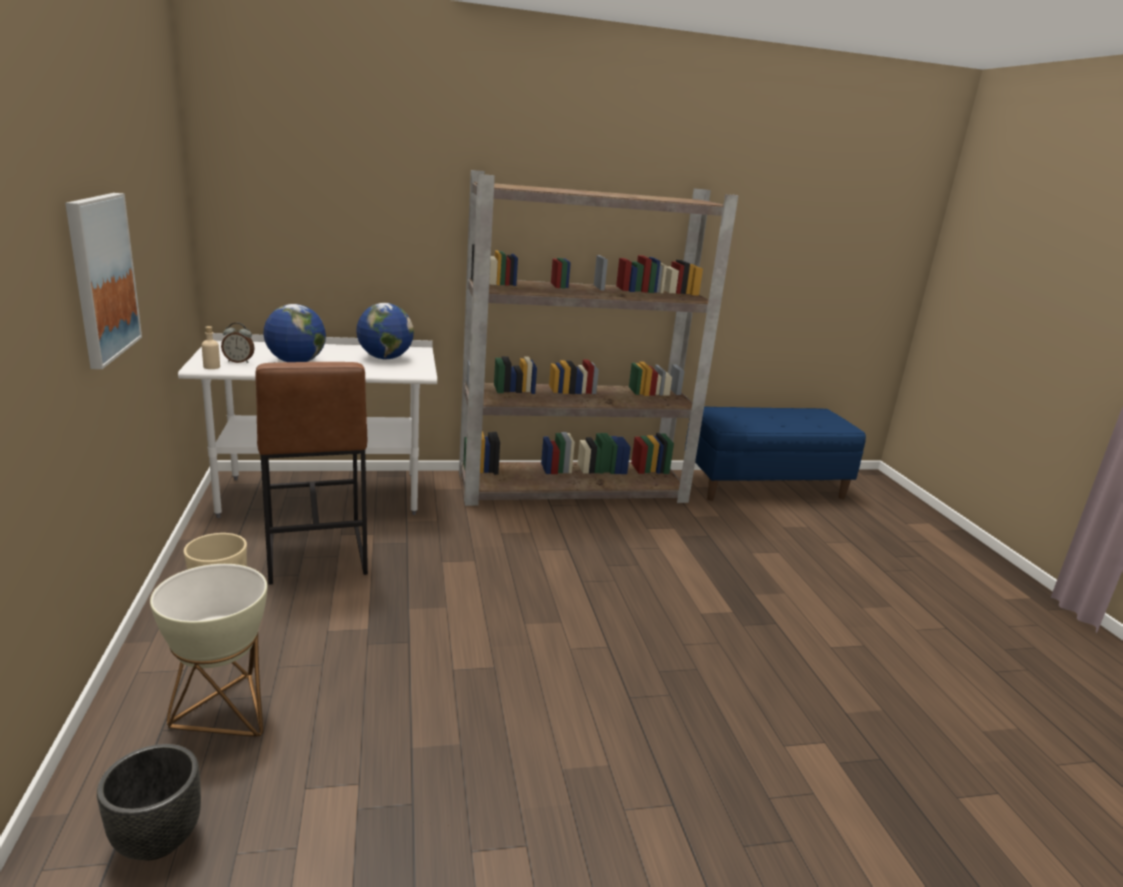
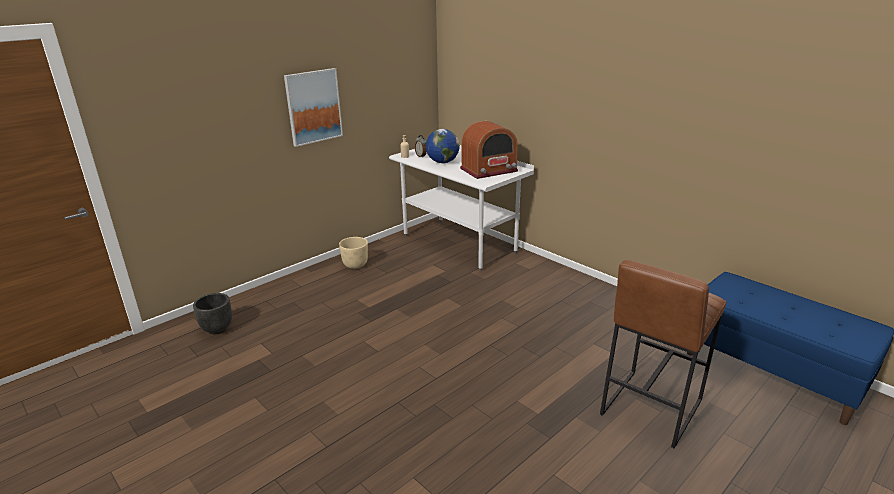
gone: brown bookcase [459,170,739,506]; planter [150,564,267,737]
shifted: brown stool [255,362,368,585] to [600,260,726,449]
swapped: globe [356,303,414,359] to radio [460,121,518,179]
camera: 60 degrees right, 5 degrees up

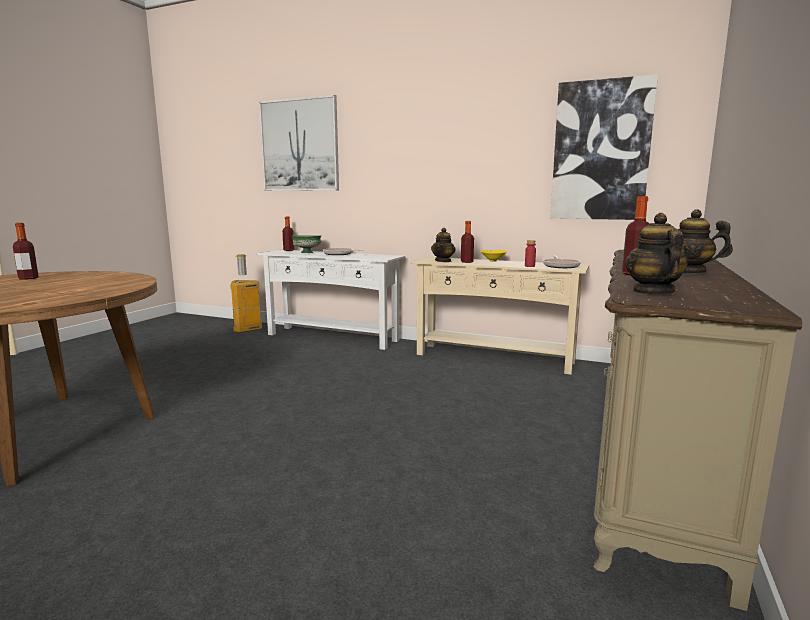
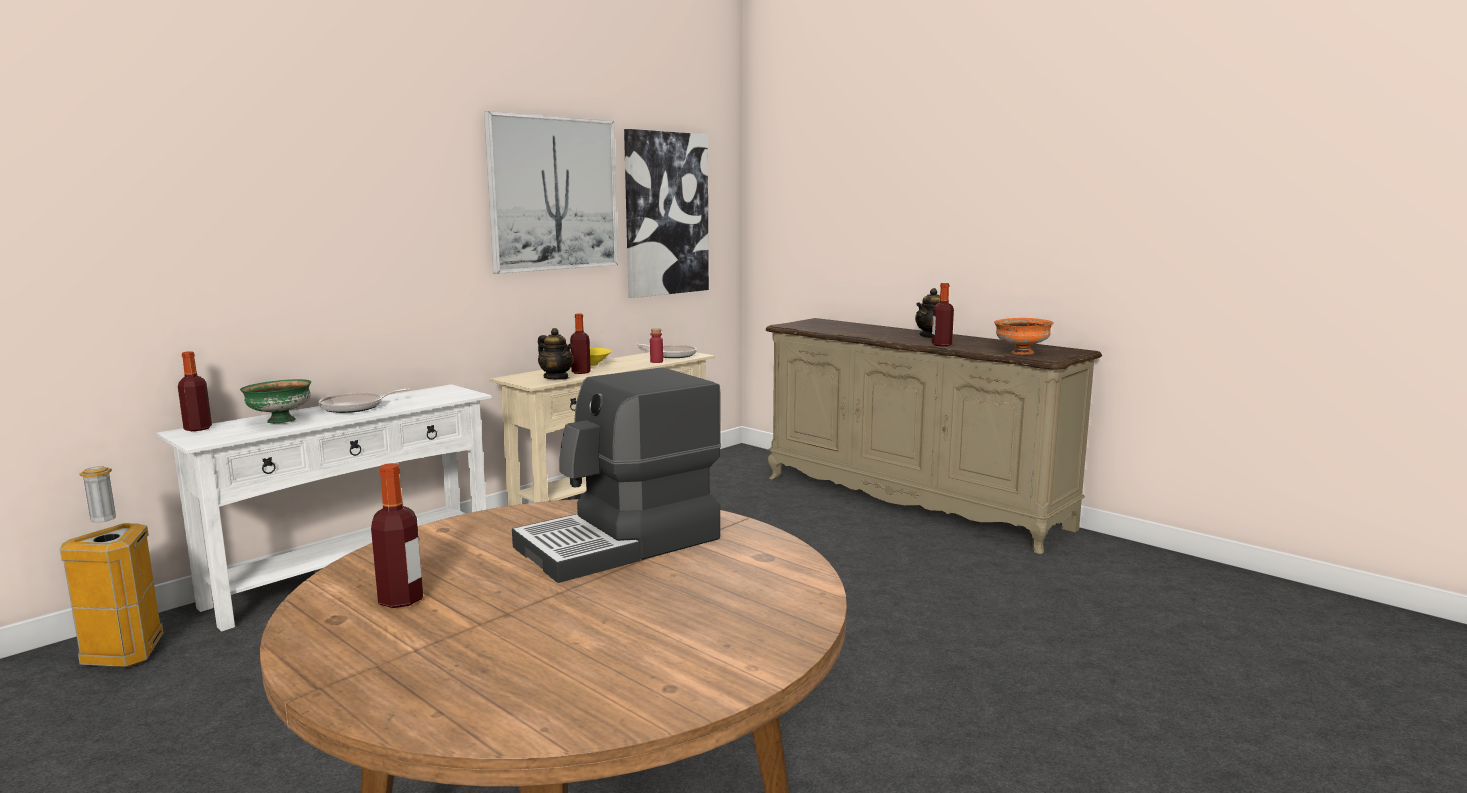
new: coffee machine [512,367,721,583]
shifted: picture [259,95,339,191] to [484,111,618,274]
swapped: teapot [625,213,688,295] to orange bowl [994,318,1054,355]
camera: 70 degrees left, 0 degrees up

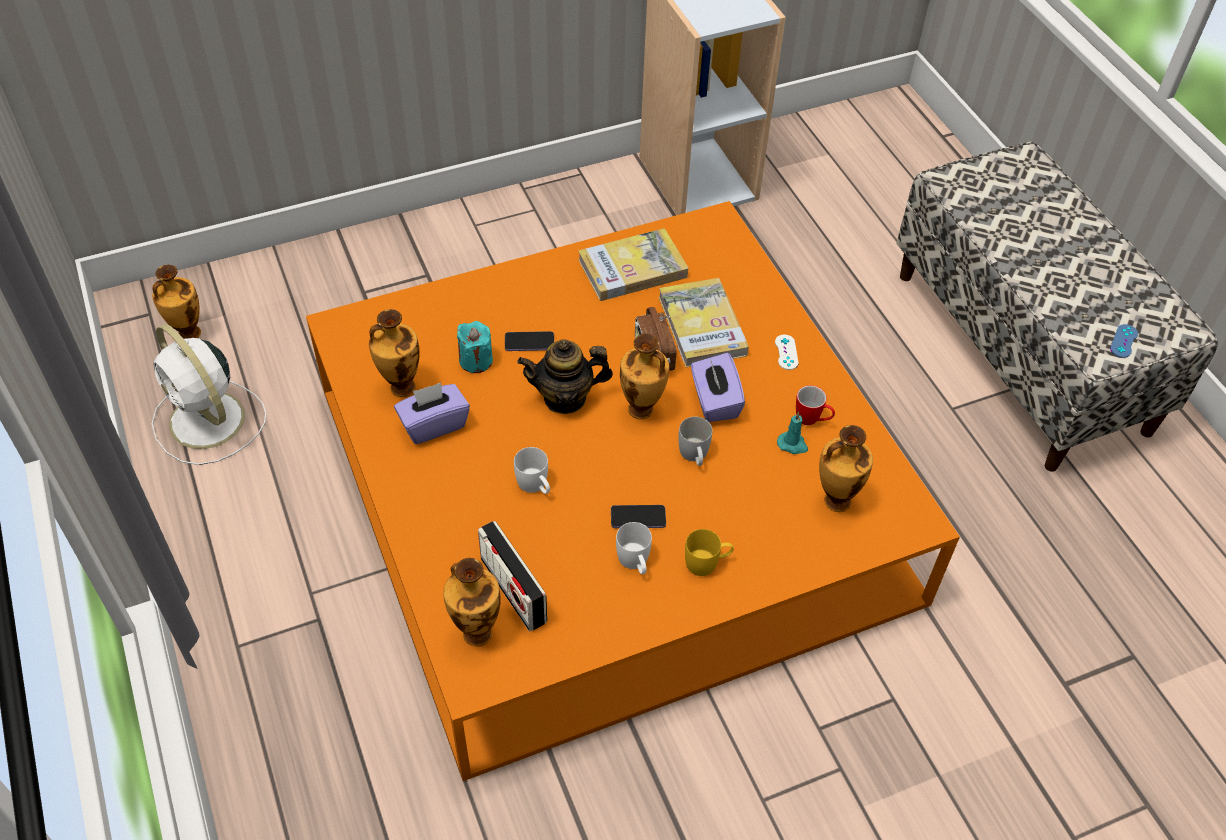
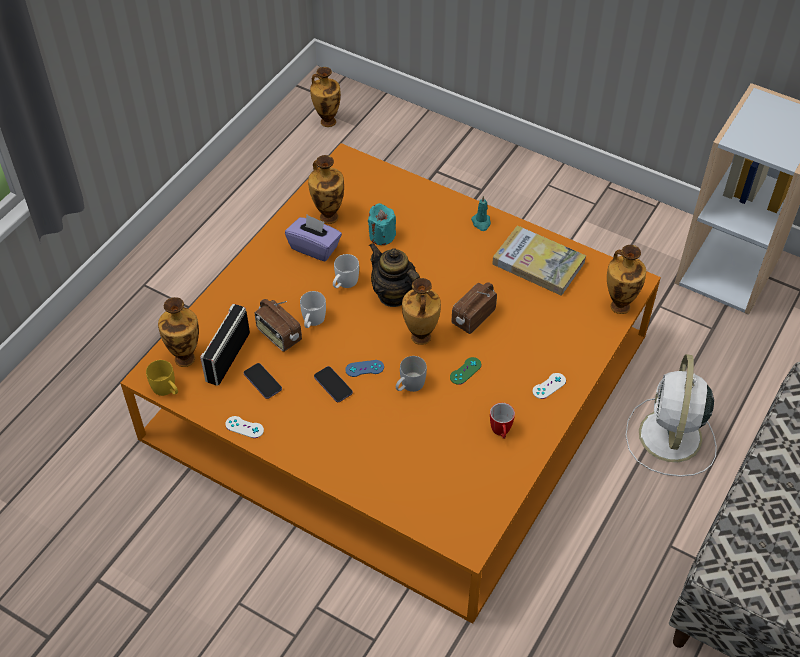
gone: book [659,278,749,367]
new: radio [255,299,302,352]; white game controller [225,416,264,438]
shifted: white fan [152,324,267,465] to [625,354,717,477]; blue game controller [1110,324,1138,358] to [345,360,384,377]; phone [505,331,554,351] to [244,363,282,399]; turquoise candle [777,412,808,454] to [471,196,491,231]; vase [819,425,873,512] to [607,245,646,314]; white mug [616,522,652,574] to [333,254,359,288]; yellow mug [685,529,734,576] to [146,360,178,396]
swapped: purple tissue box [691,353,745,422] to green game controller [450,357,482,385]
camera: 55 degrees right, 0 degrees up

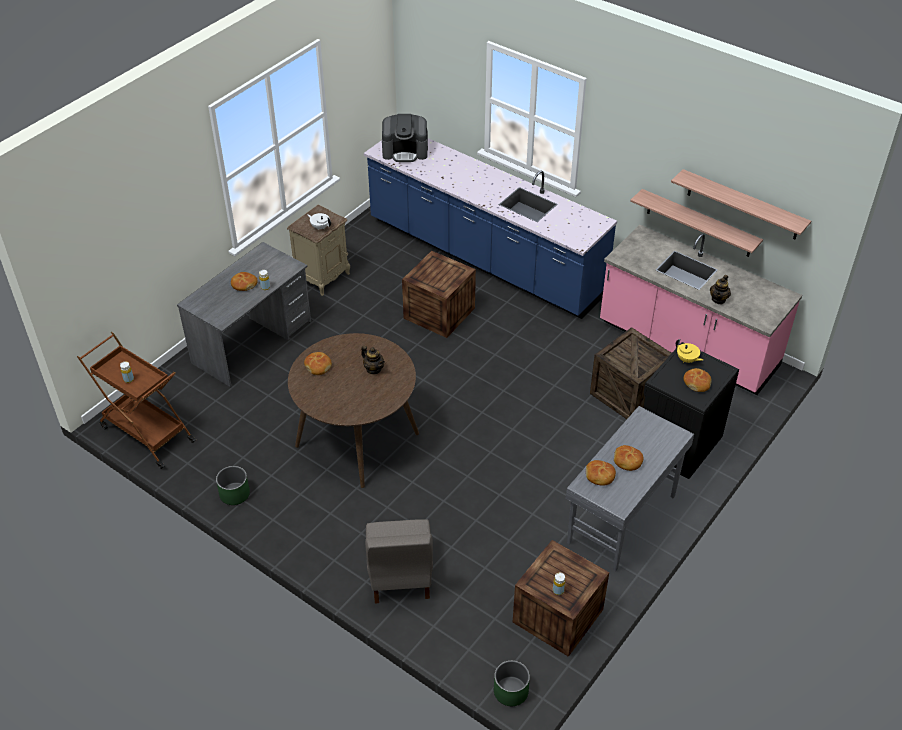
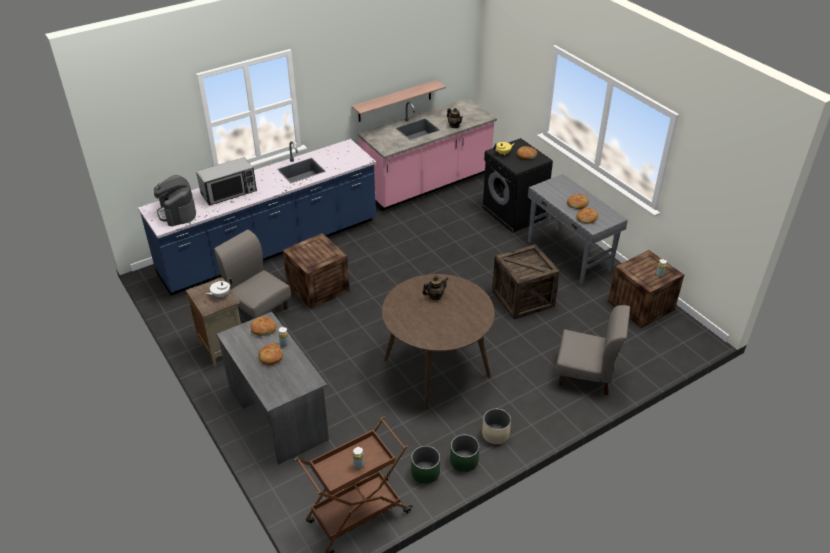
gone: shelf [671,169,811,239]
new: microwave [196,157,257,206]; grey chair [214,230,291,319]; beige planter [482,409,511,445]
shifted: crate [590,327,672,419] to [492,244,560,319]; bread [304,352,332,375] to [250,317,277,336]; green planter [494,661,530,706] to [411,446,440,484]
rotated: coffee machine [382,114,428,162] = [154,175,196,226] 135 degrees clockwise
camera: 70 degrees left, 5 degrees down

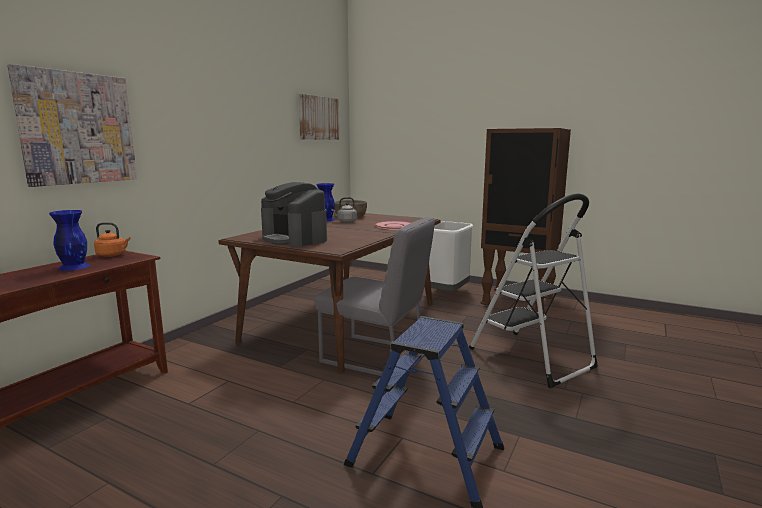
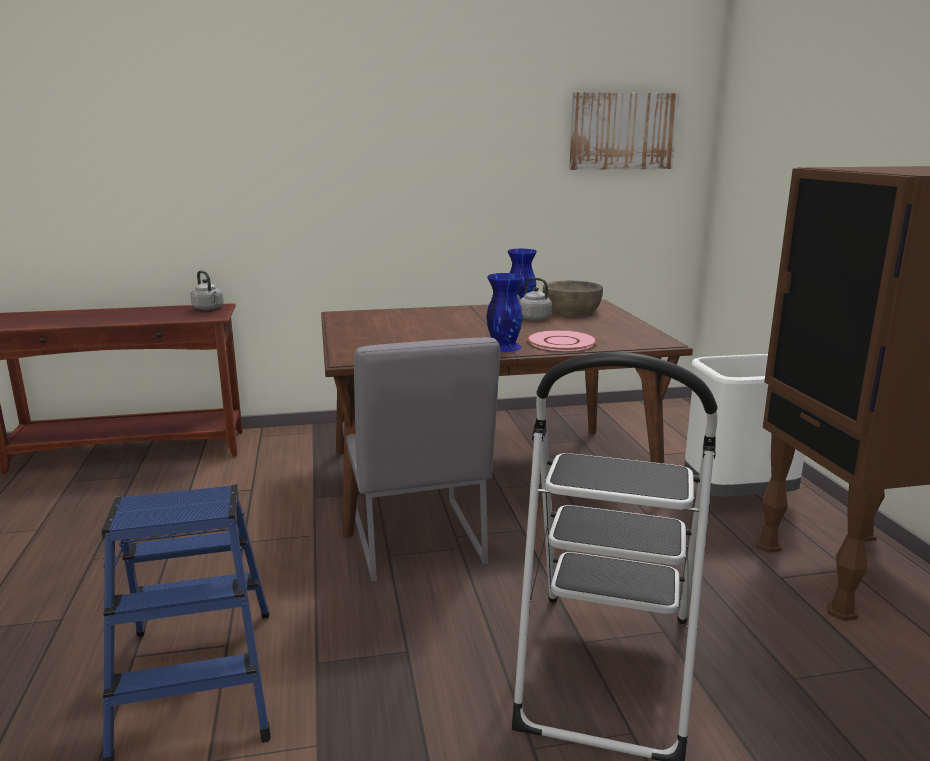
gone: picture [7,64,137,187]; coffee machine [261,182,327,247]
shifted: blue vase [49,210,90,271] to [486,273,523,352]
repainted: orange kettle [94,222,130,257] to grey kettle [191,270,223,310]
camera: 50 degrees right, 5 degrees up

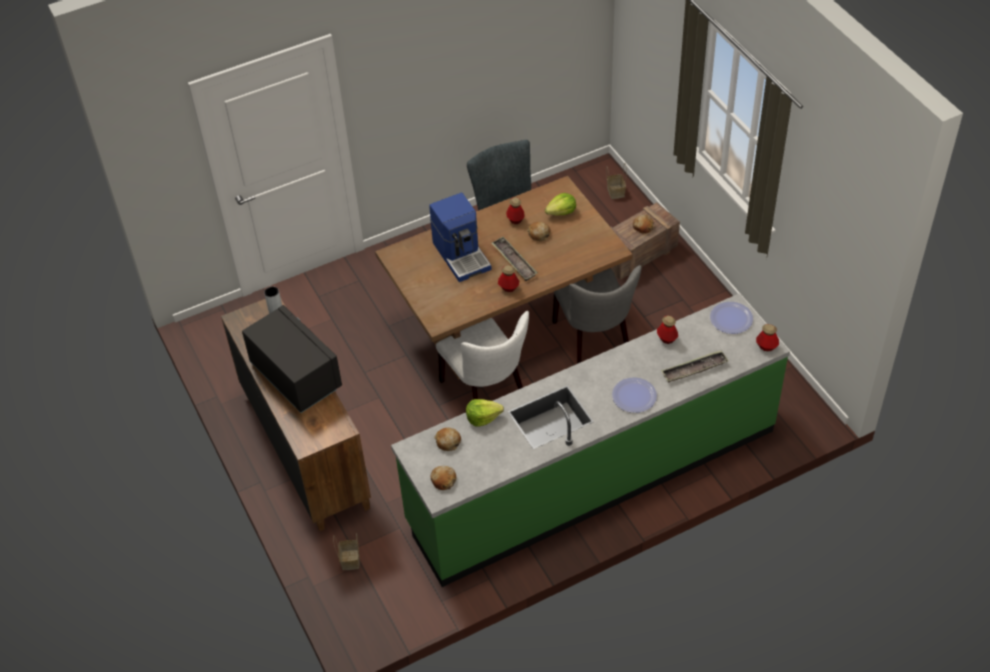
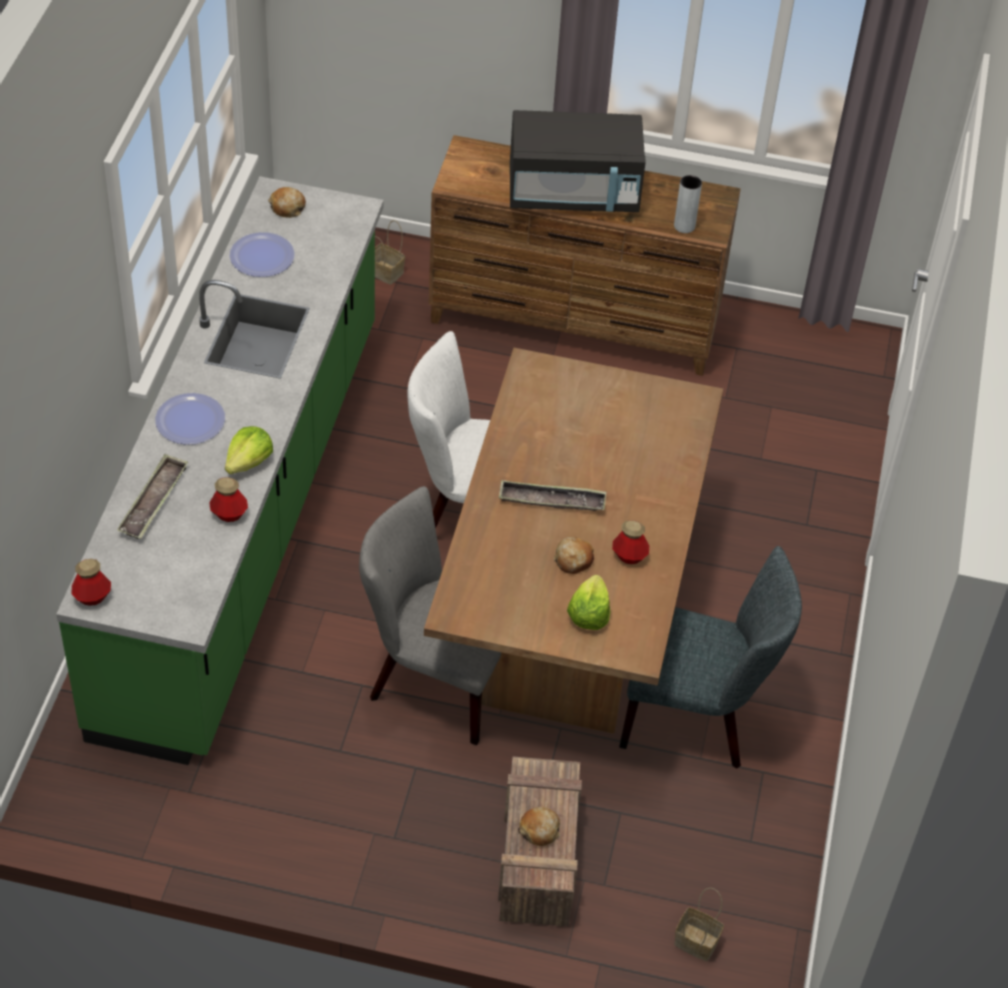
gone: coffee machine [429,193,492,282]; bottle [498,265,519,292]; bread [434,428,461,451]
shifted: plate [710,302,753,334] to [230,232,295,277]; lettuce [466,399,504,427] to [225,426,273,474]
camera: 125 degrees right, 0 degrees up

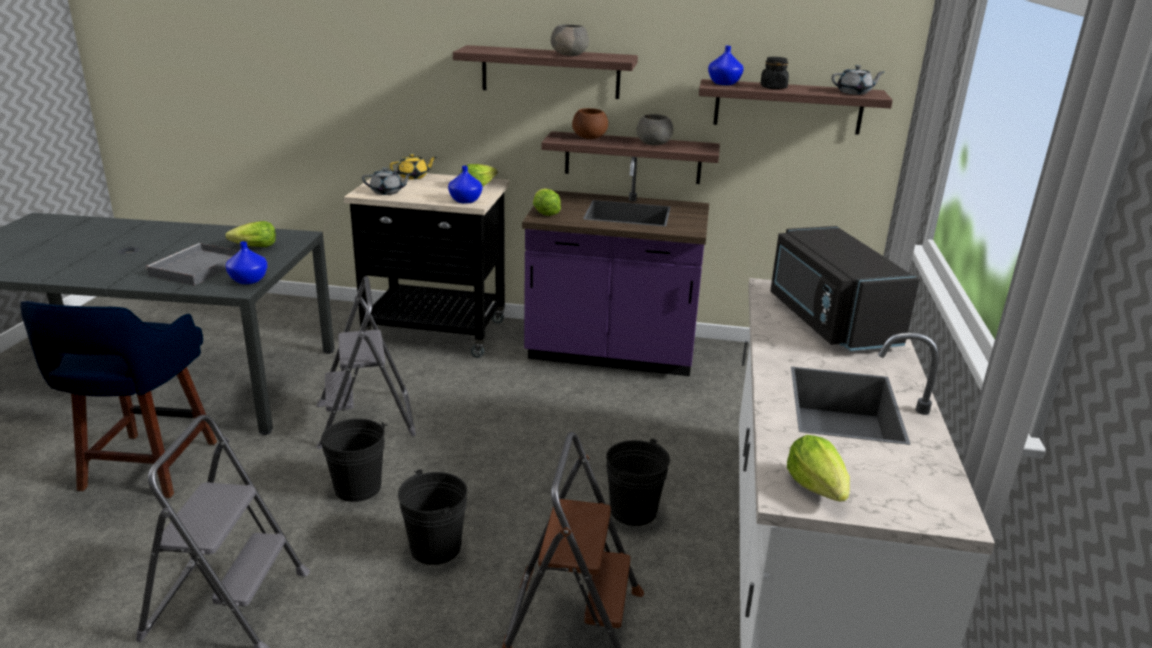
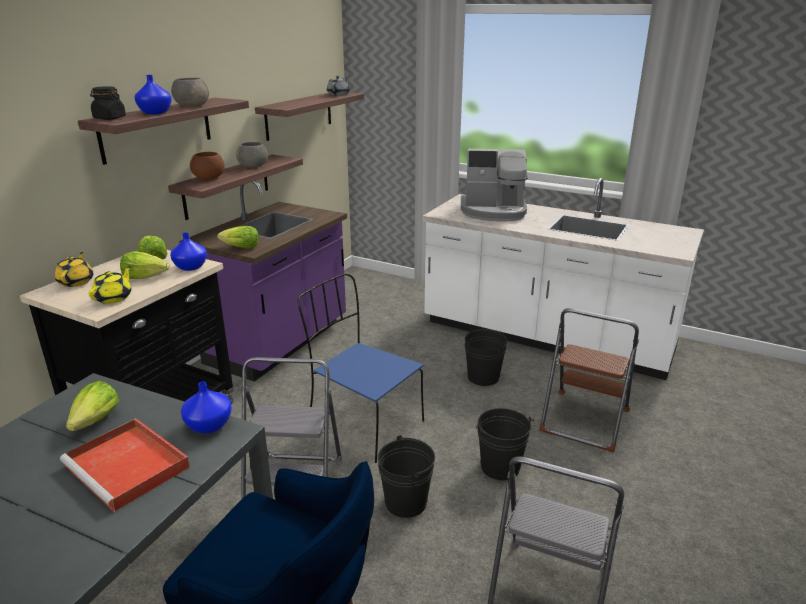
new: blue chair [298,273,424,463]
shifted: blue vase [708,46,744,85] to [134,75,172,114]; black jar [761,57,789,89] to [90,86,126,120]; lettuce [787,435,850,502] to [120,251,170,279]
swapped: black microwave [770,226,920,351] to coffee machine [461,149,528,222]
repainted: grey teapot [362,168,412,195] to yellow teapot [89,266,132,304]; grey tray [145,243,239,285] to red tray [60,418,190,512]
camera: 70 degrees left, 0 degrees up

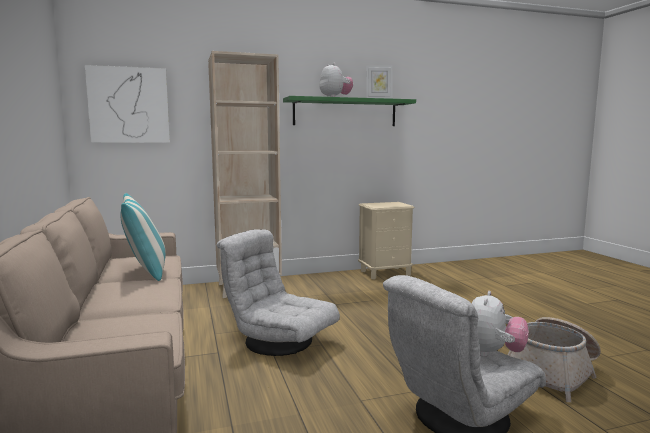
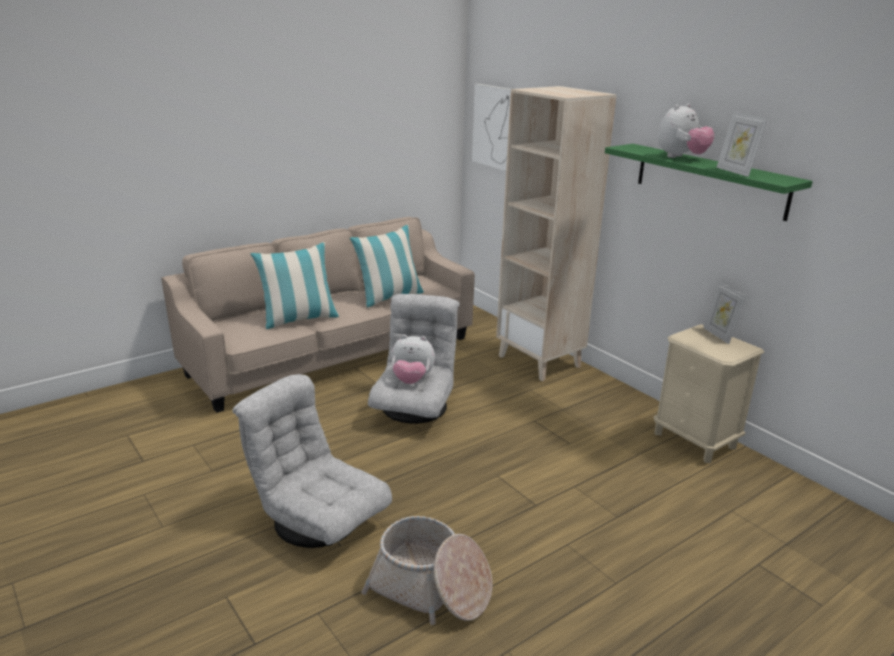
new: pillow [250,242,340,329]; picture frame [703,282,746,344]
shifted: plush toy [472,291,529,357] to [391,335,435,384]
camera: 70 degrees right, 15 degrees up

